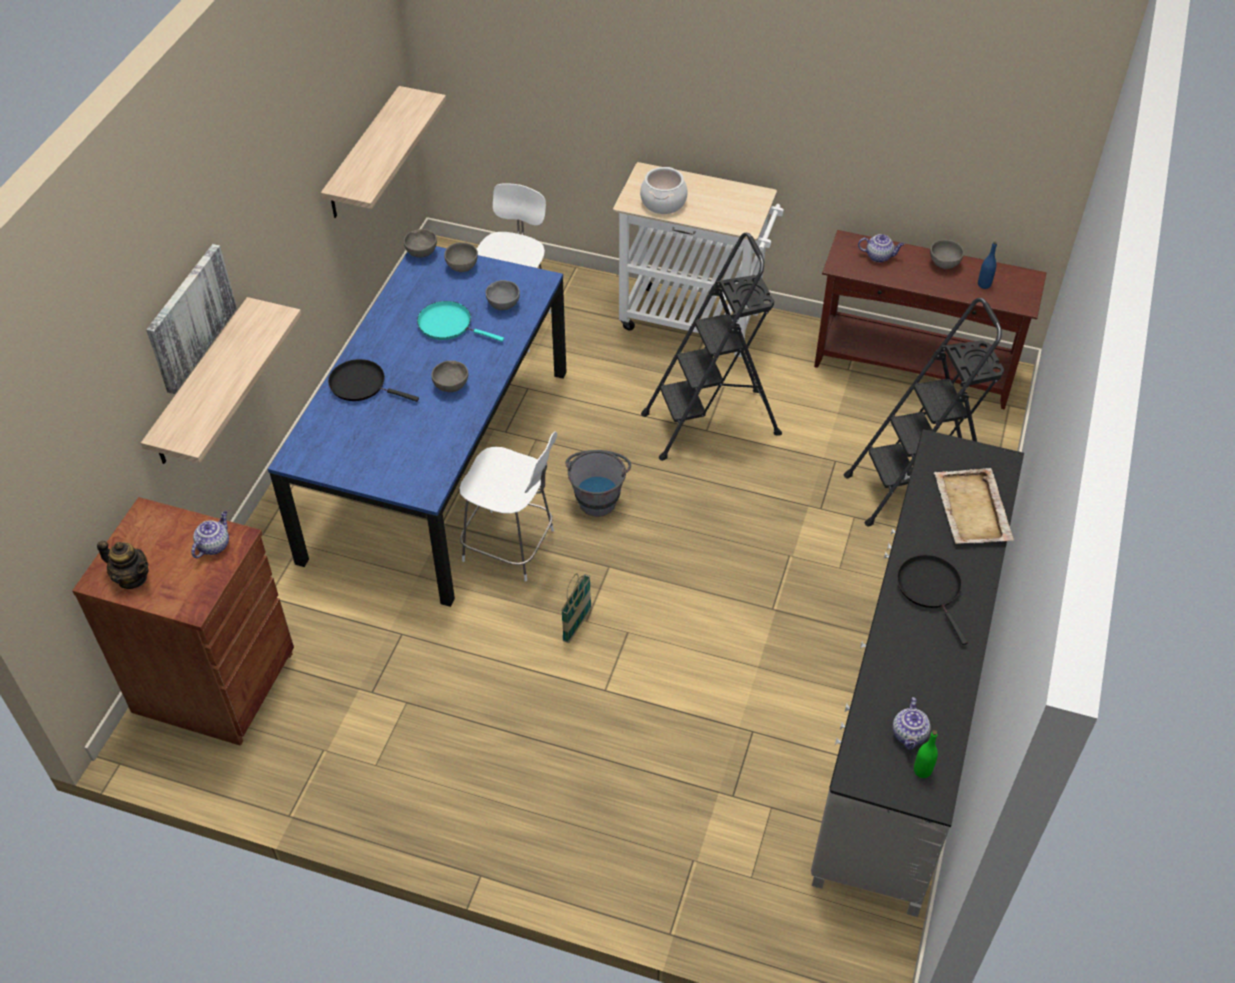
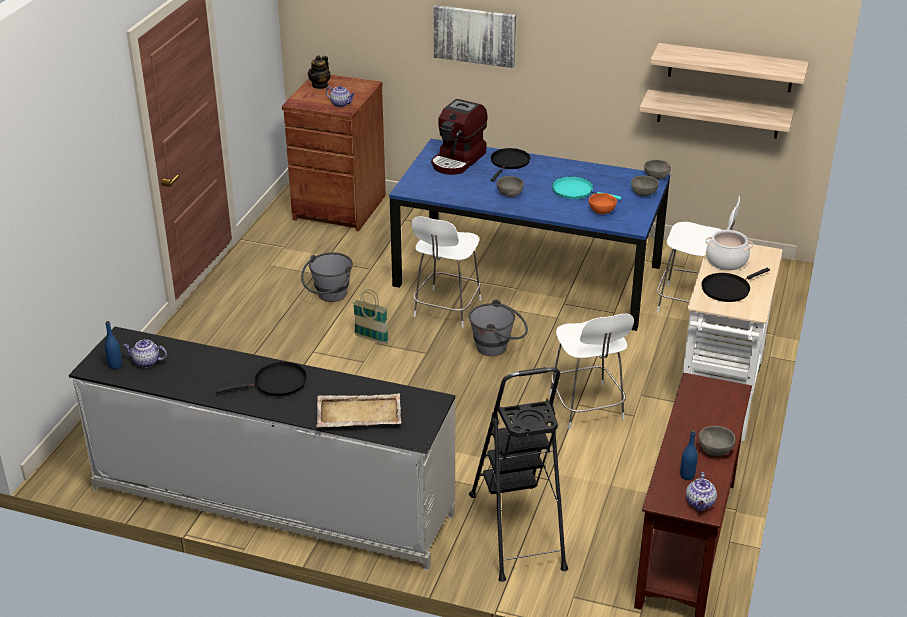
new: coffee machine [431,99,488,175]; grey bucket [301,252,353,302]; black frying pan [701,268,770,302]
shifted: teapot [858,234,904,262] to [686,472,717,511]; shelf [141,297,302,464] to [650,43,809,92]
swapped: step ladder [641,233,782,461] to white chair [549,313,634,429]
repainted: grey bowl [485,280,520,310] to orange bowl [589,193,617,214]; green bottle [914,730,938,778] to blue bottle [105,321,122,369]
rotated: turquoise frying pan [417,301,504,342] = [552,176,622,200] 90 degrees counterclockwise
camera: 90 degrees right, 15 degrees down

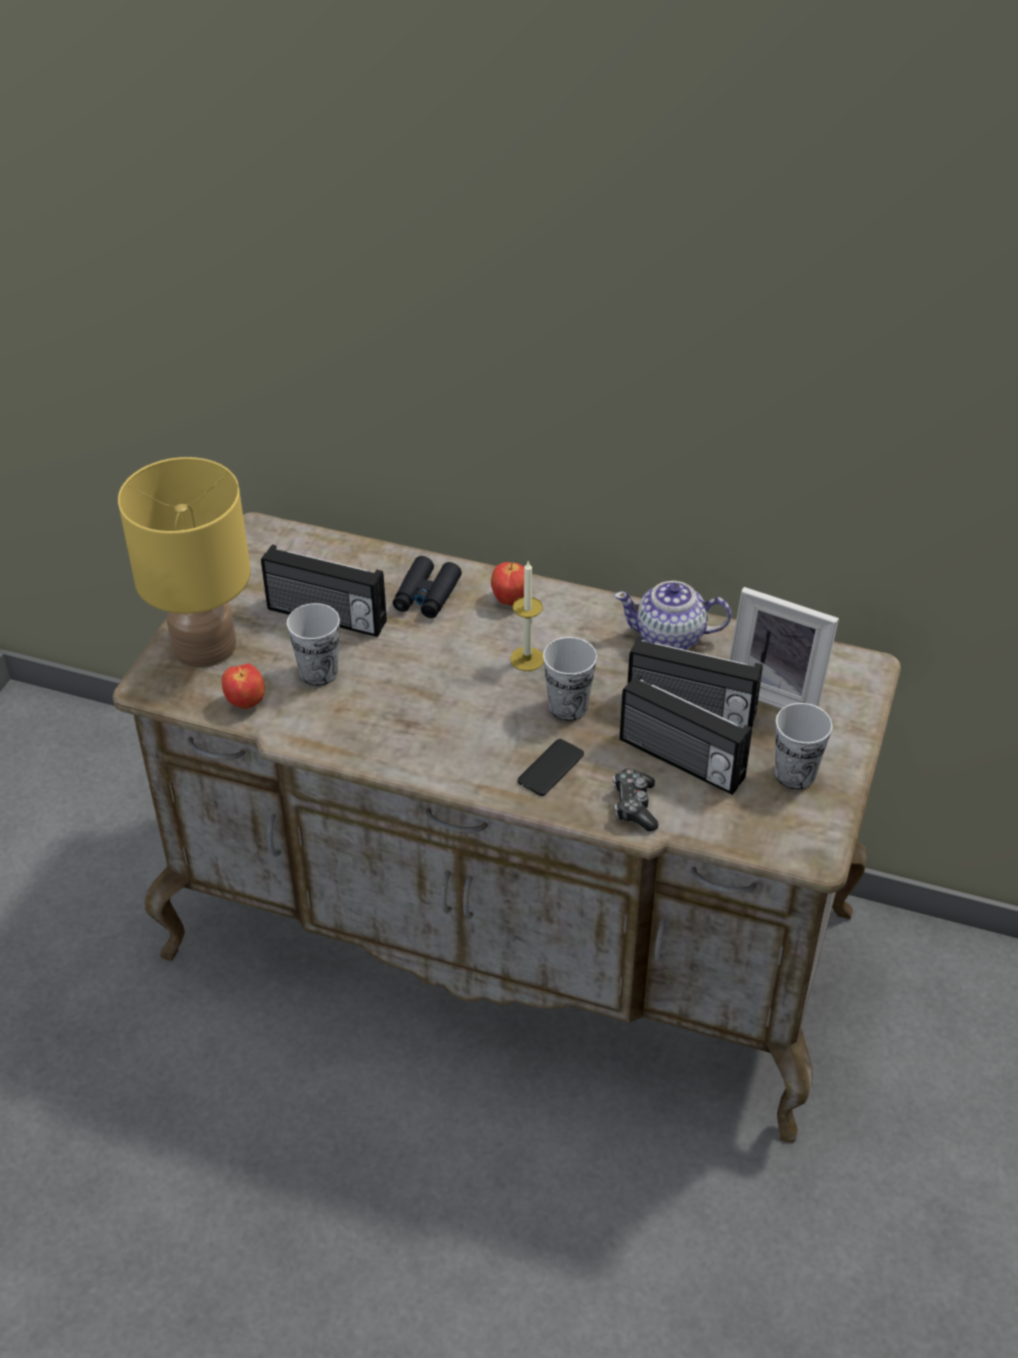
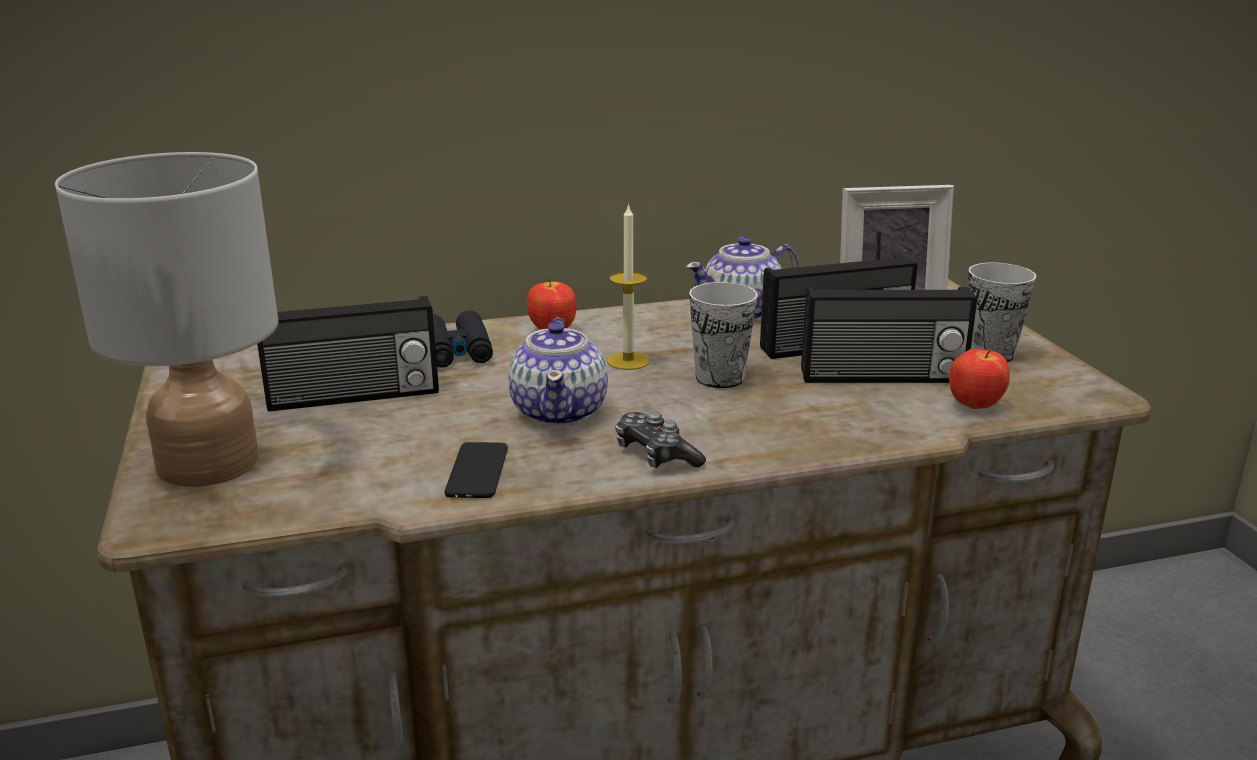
gone: cup [287,603,340,686]
new: teapot [508,318,608,426]
shifted: apple [222,663,265,709] to [949,349,1010,409]; phone [517,739,584,796] to [444,442,508,498]; game controller [613,768,659,831] to [615,411,706,468]
repainted: yellow table lamp [118,457,251,668] to grey table lamp [55,152,278,487]
camera: 35 degrees left, 20 degrees down

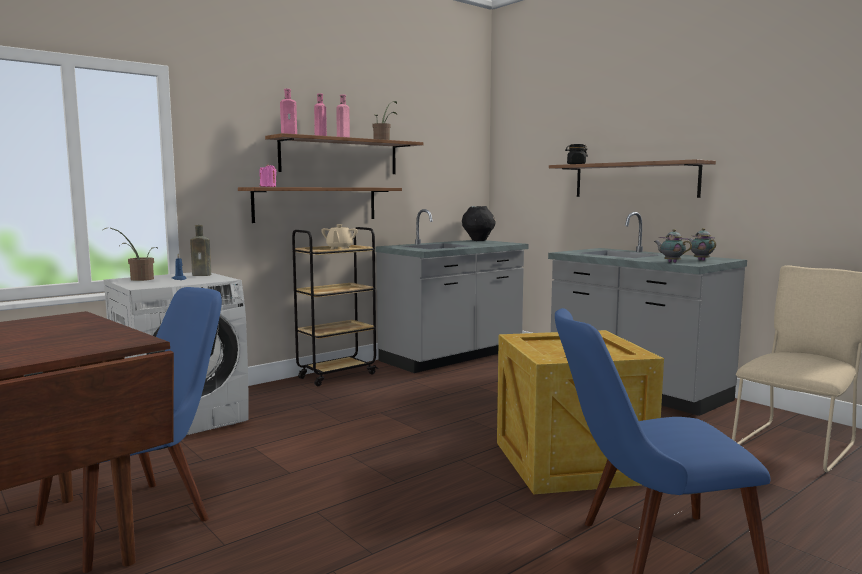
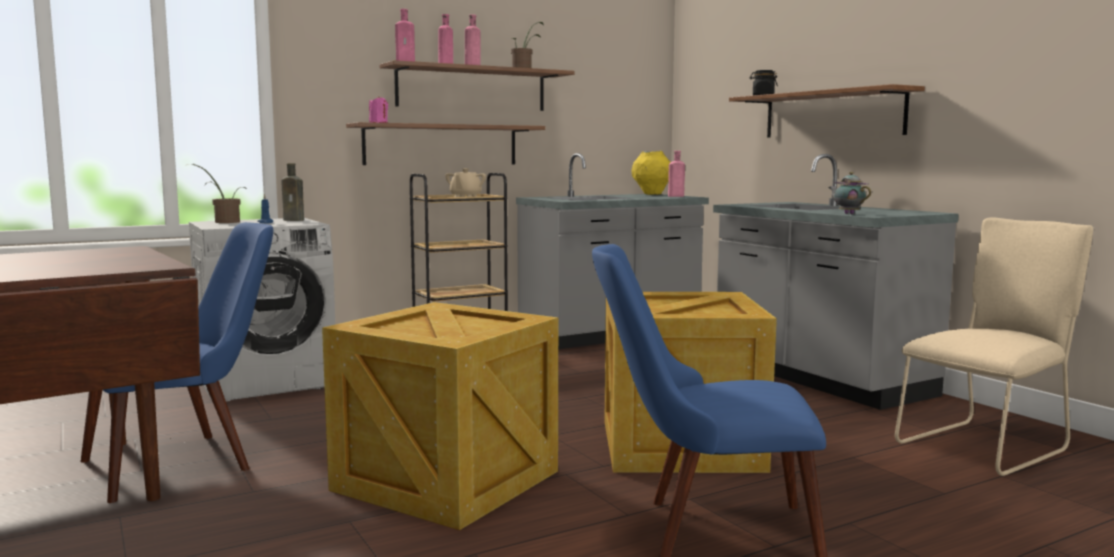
gone: teapot [688,228,716,261]
new: pink bottle [668,151,685,197]; crate [322,302,558,530]
repainted: black vase [462,206,495,241] to yellow vase [632,151,670,195]
camera: 10 degrees right, 0 degrees up

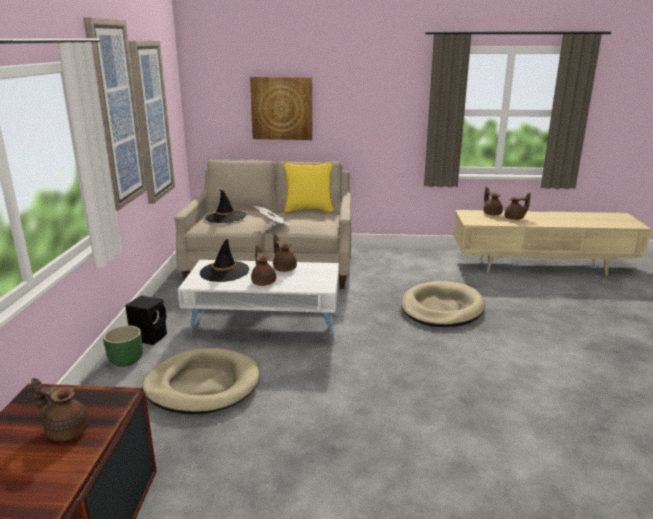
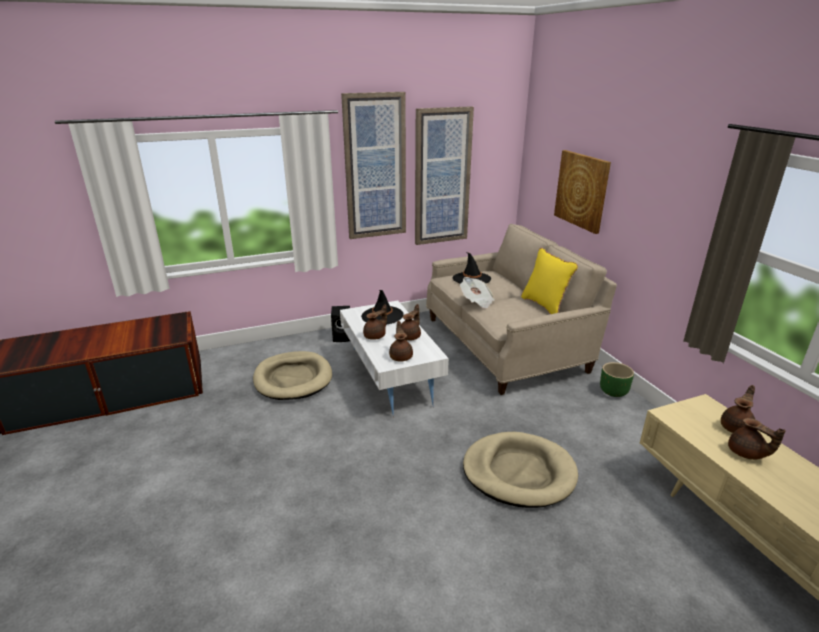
shifted: green planter [103,325,143,367] to [600,362,634,397]; brown teapot [31,378,90,441] to [389,321,413,362]
camera: 65 degrees right, 5 degrees up

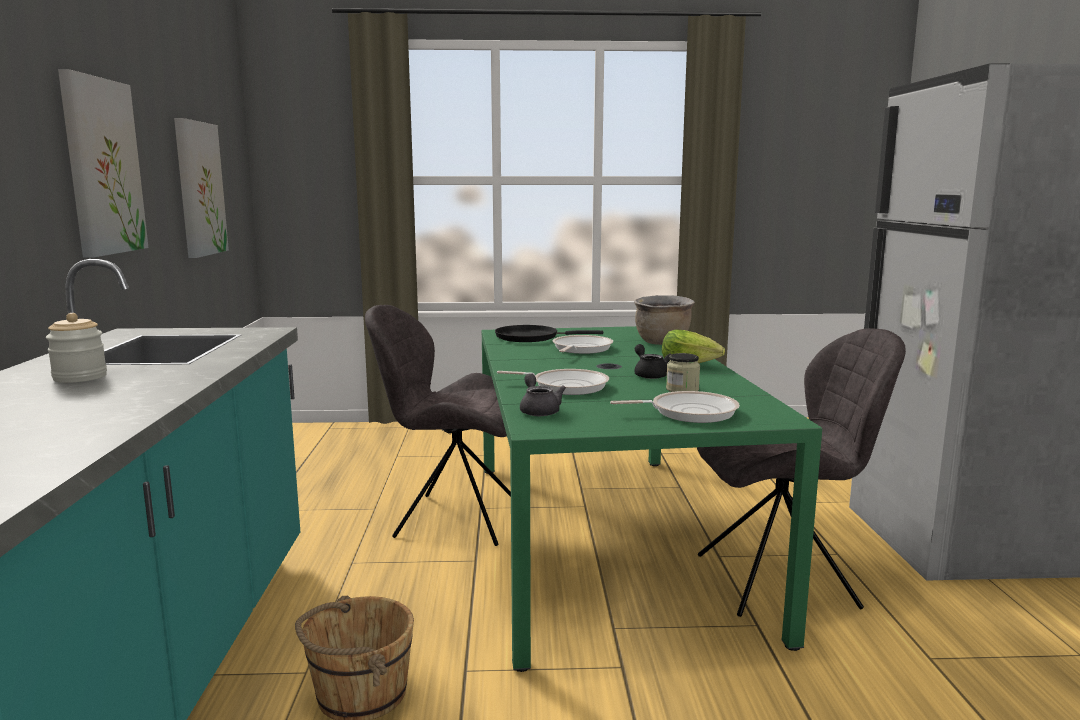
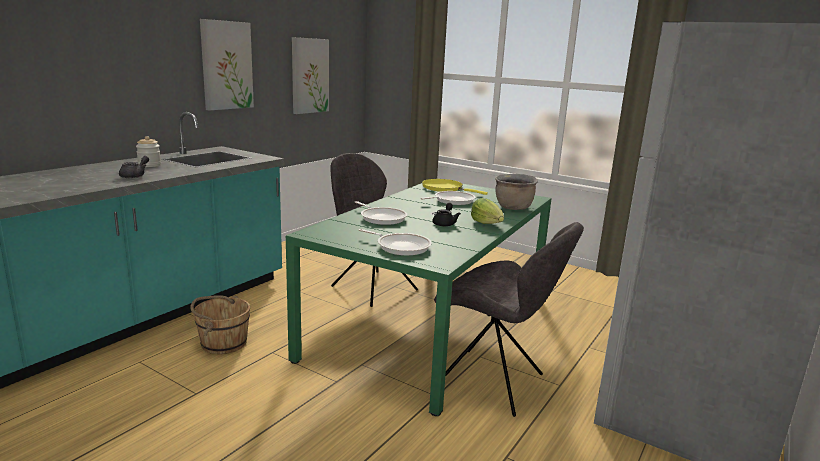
gone: jar [666,353,700,392]
shifted: grey teapot [520,373,566,416] to [119,156,149,178]
repainted: black frying pan [495,325,603,342] to yellow frying pan [422,179,488,195]
camera: 35 degrees right, 5 degrees up

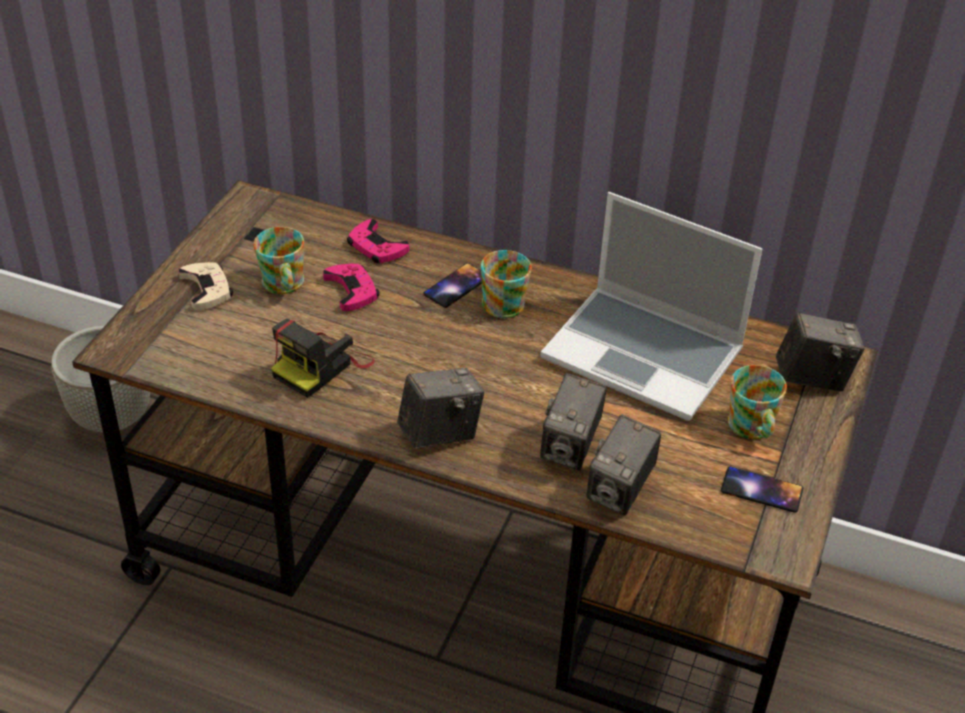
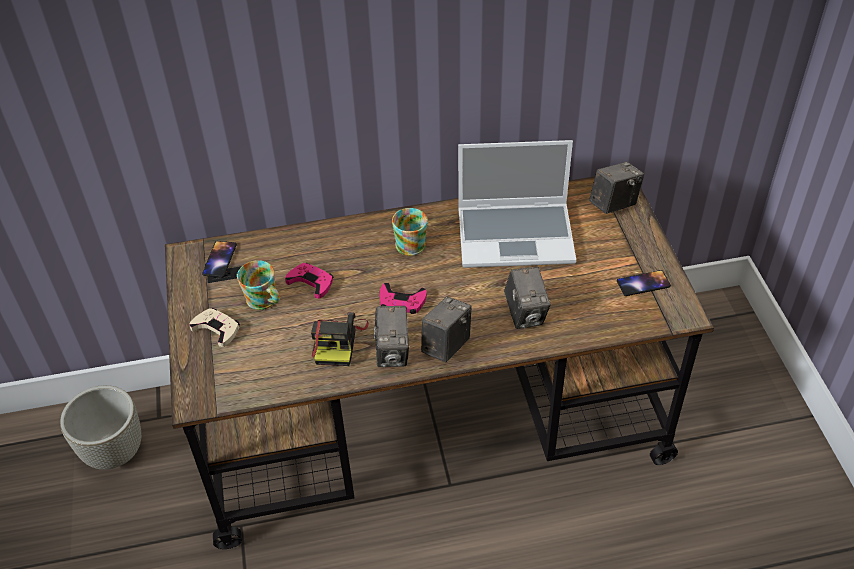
gone: mug [728,365,787,439]
shifted: pink game controller [347,219,409,263] to [379,283,427,314]; phone [423,263,482,308] to [202,241,237,277]; photo camera [587,415,661,516] to [373,306,409,367]
camera: 30 degrees left, 5 degrees up

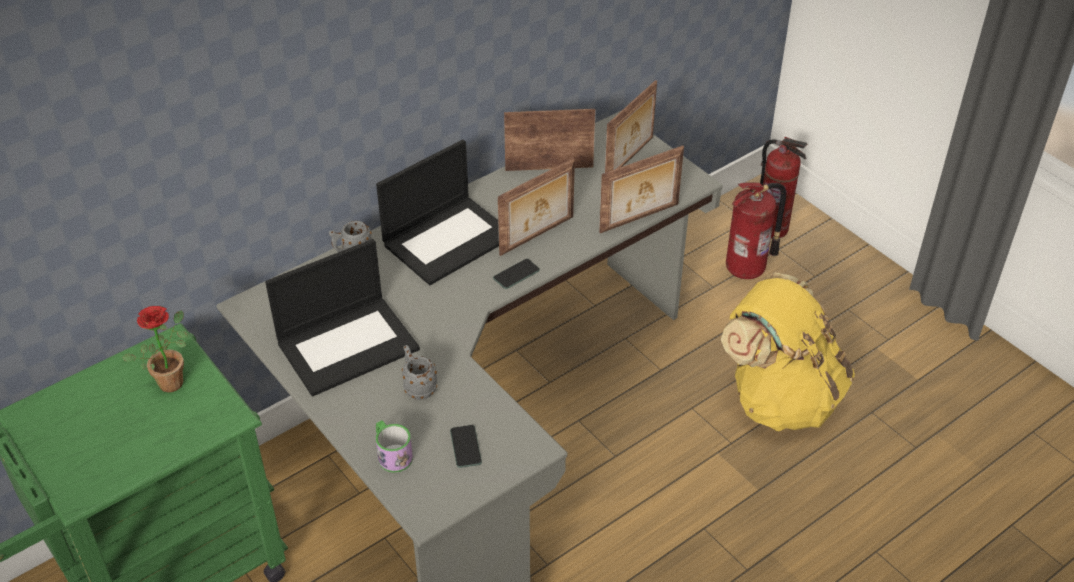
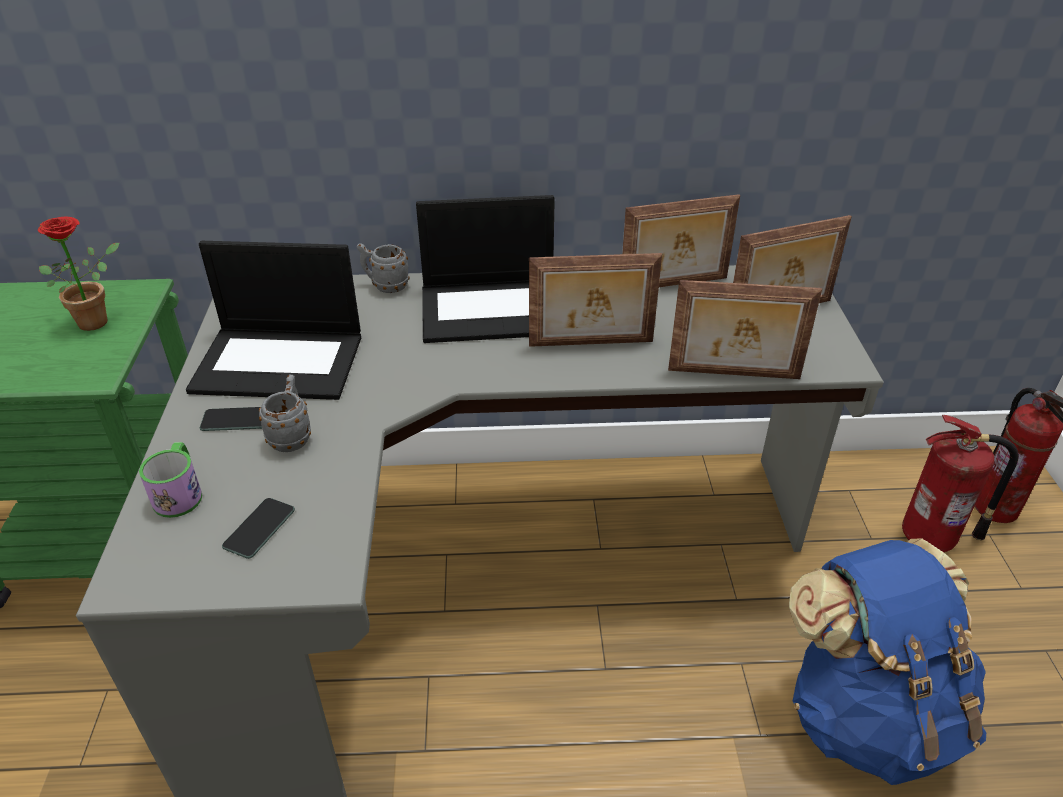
shifted: phone [493,259,540,289] to [200,407,262,431]
repainted: yellow backpack [721,272,855,431] to blue backpack [789,538,986,785]
rotated: picture frame [504,109,596,171] = [622,194,740,287] 135 degrees clockwise
camera: 35 degrees right, 5 degrees down

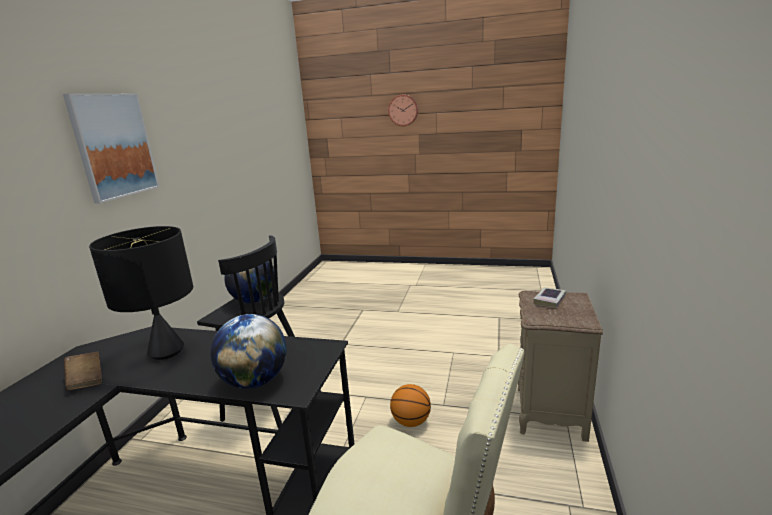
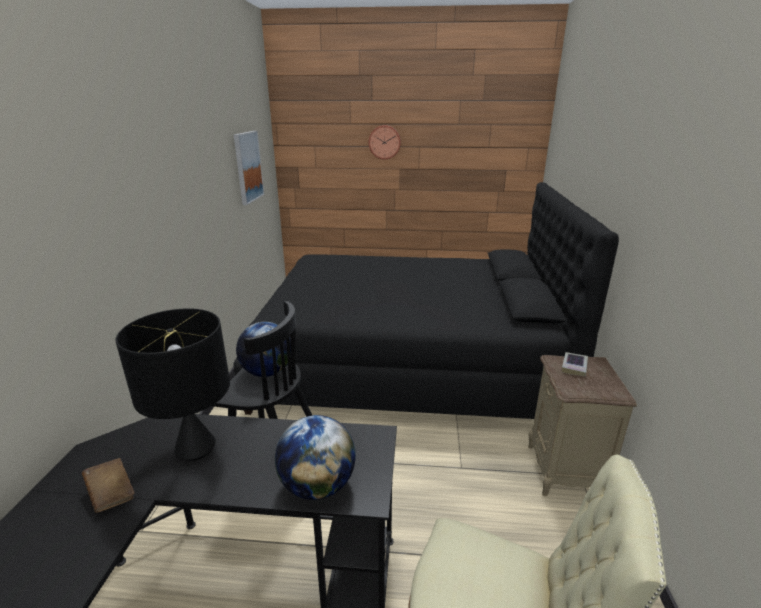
gone: basketball [390,384,431,427]
new: black bed [233,182,619,419]
shifted: picture [63,93,159,204] to [234,131,264,205]
camera: 10 degrees left, 5 degrees up

